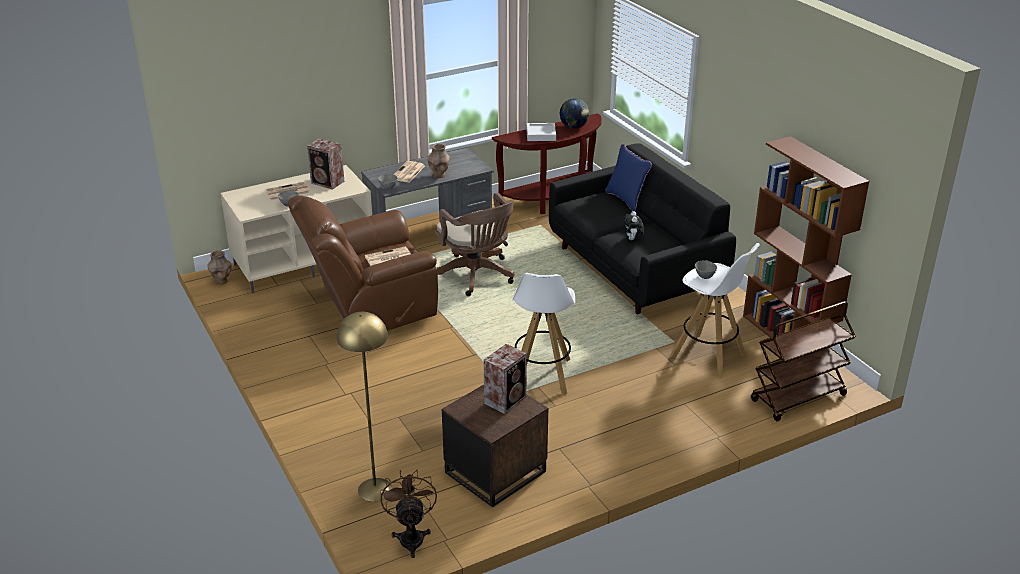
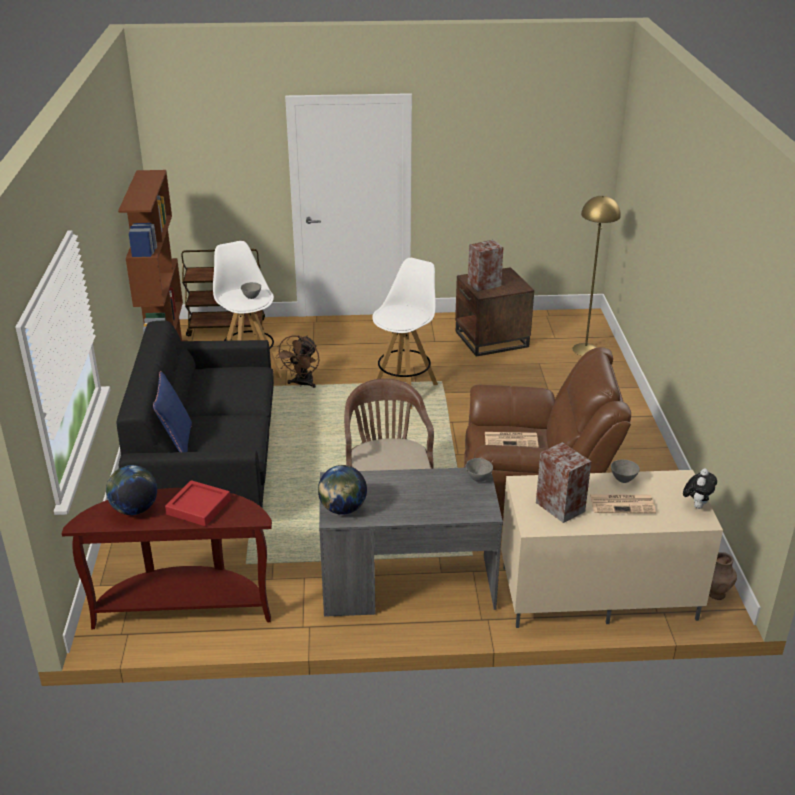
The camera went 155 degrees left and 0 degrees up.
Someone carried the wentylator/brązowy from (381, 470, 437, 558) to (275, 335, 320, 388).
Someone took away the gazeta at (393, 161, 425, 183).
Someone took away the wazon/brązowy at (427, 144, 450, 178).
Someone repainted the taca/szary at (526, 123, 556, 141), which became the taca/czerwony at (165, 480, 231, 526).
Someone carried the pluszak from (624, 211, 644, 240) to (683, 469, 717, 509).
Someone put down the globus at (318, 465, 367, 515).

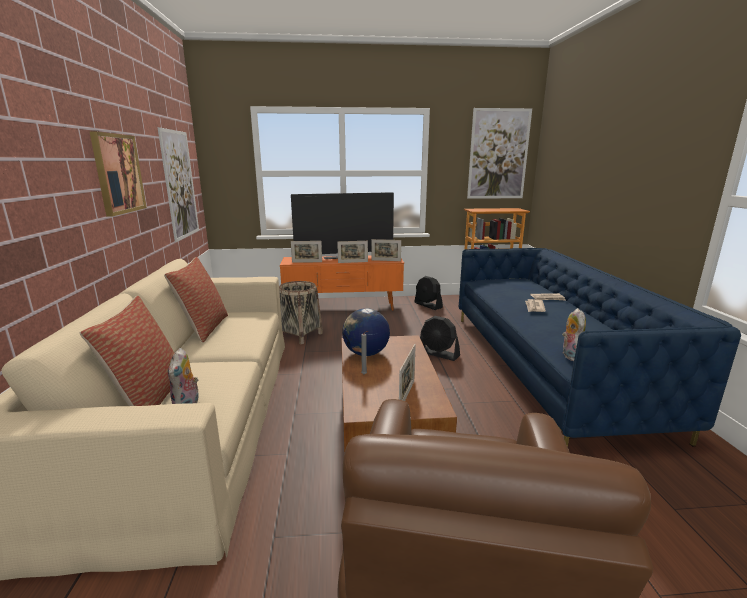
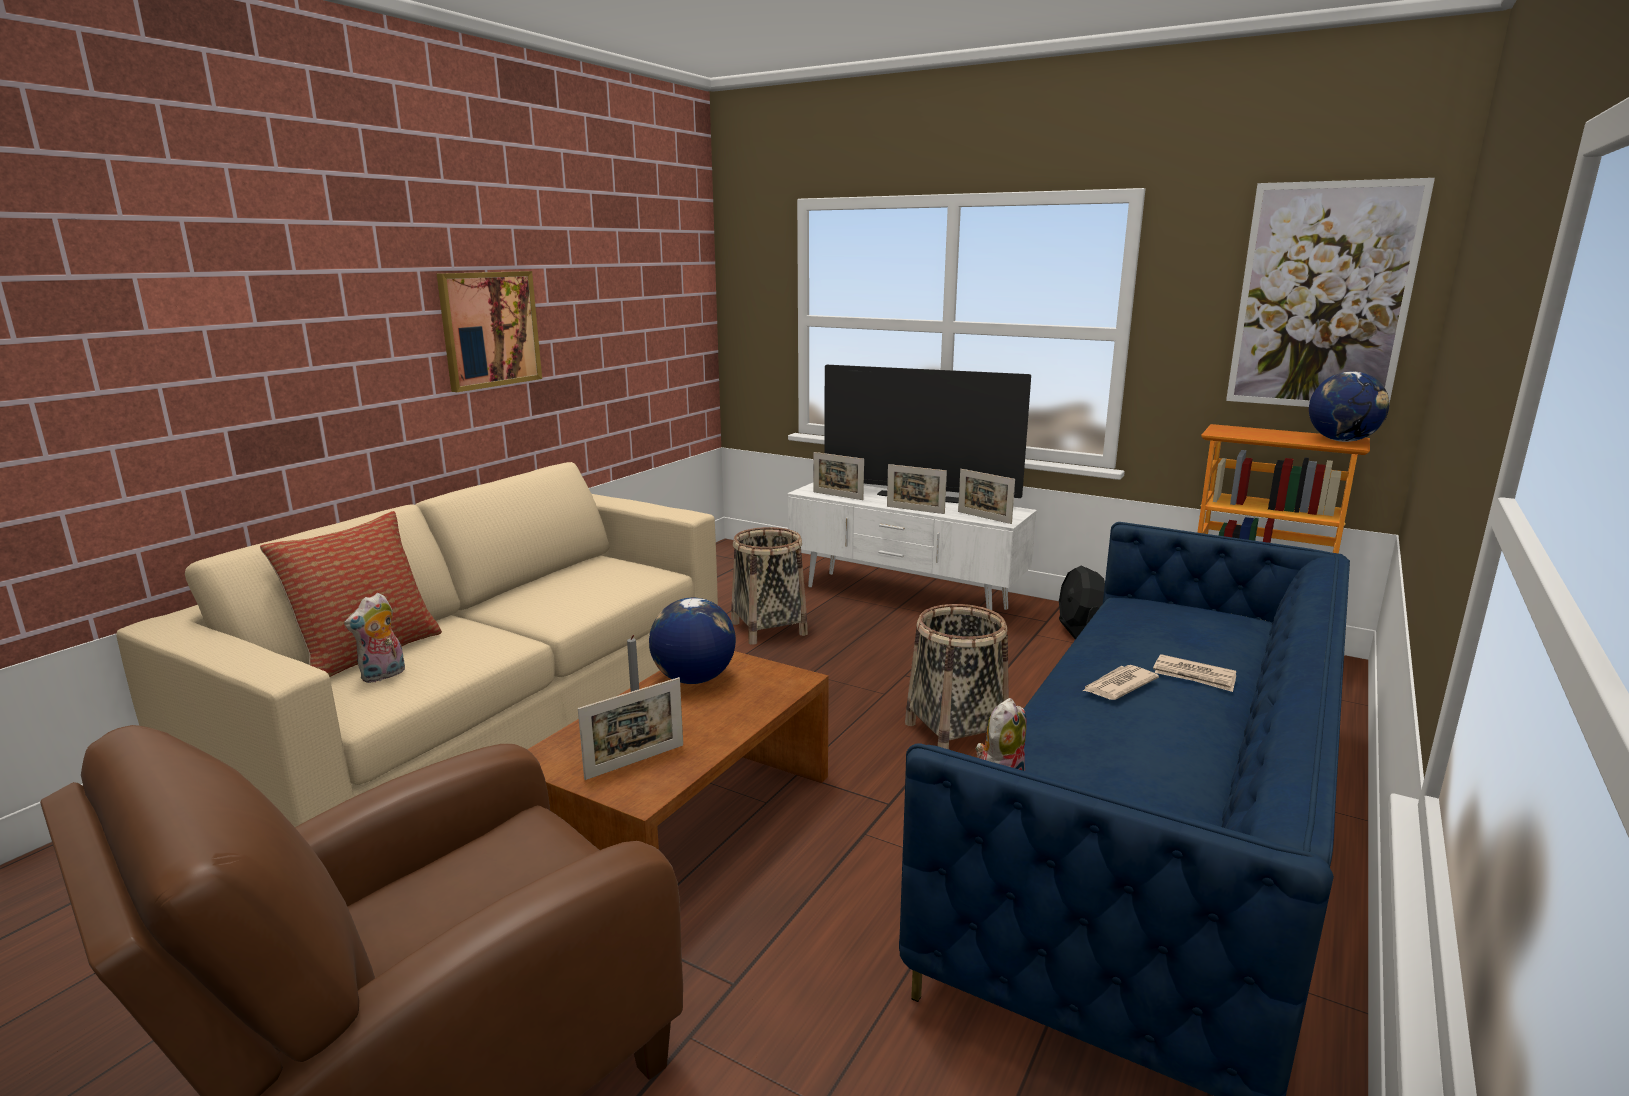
The camera went 35 degrees right and 0 degrees up.
Someone took away the obraz at (157, 127, 199, 242).
Someone took away the poduszka at (164, 257, 228, 343).
Someone repainted the szafka pod telewizor/pomarańczowy at (280, 256, 404, 311), which became the szafka pod telewizor/biały at (787, 482, 1037, 610).
Someone swapped the wentylator/czarny at (420, 316, 460, 361) for the koszyk at (905, 604, 1009, 749).
Someone put down the globus at (1309, 372, 1389, 442).

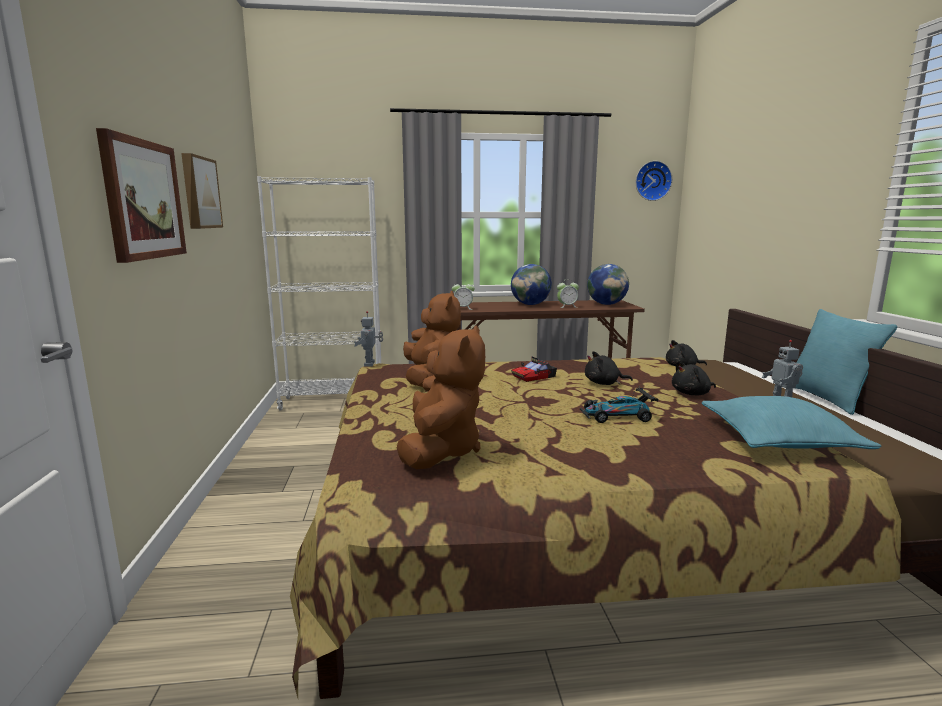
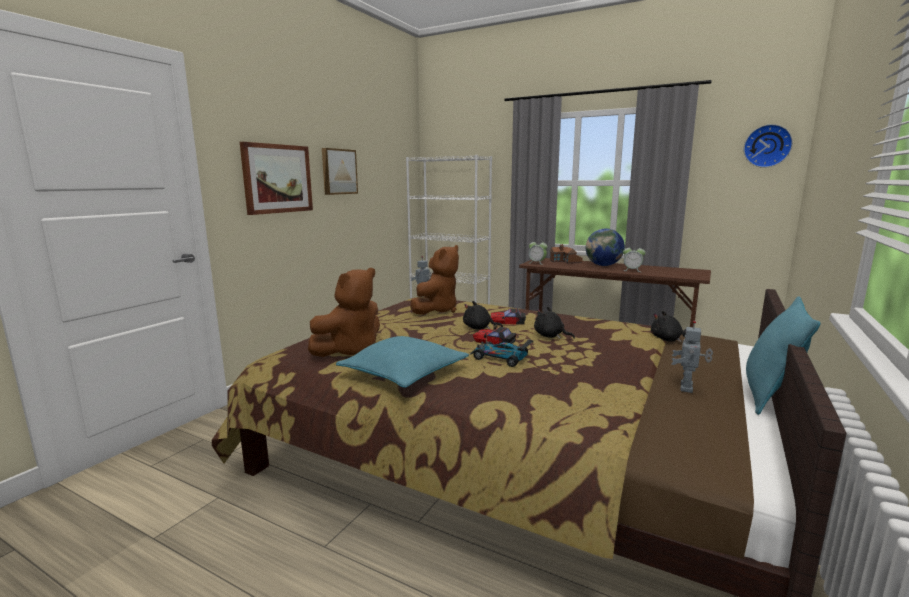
The camera went 35 degrees right and 0 degrees up.
Someone took away the globus at (587, 264, 629, 305).
Someone carried the pluszak/czarny from (672, 361, 716, 395) to (463, 301, 503, 330).
Someone carried the poduszka/turkusowy from (702, 396, 882, 449) to (336, 336, 469, 388).
Someone put down the samochodzik at (473, 322, 517, 345).
Someone put down the domek at (550, 244, 582, 263).

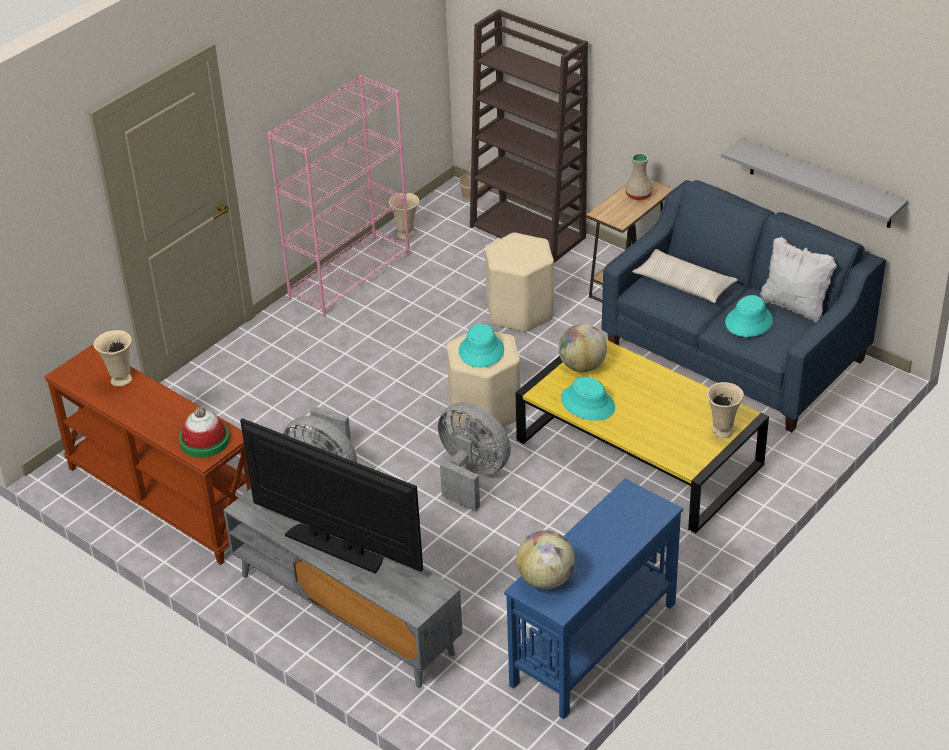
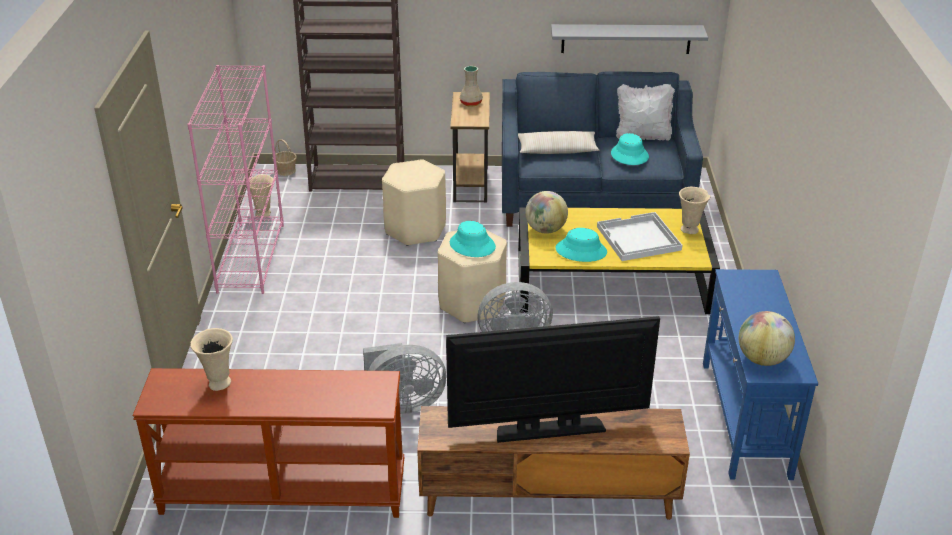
The camera went 40 degrees left and 5 degrees down.
Someone took away the kapelusz at (179, 407, 230, 458).
Someone repainted the szafka pod telewizor/szary at (223, 489, 463, 688), which became the szafka pod telewizor/brązowy at (417, 406, 690, 520).
Someone put down the taca/biały at (597, 212, 682, 261).

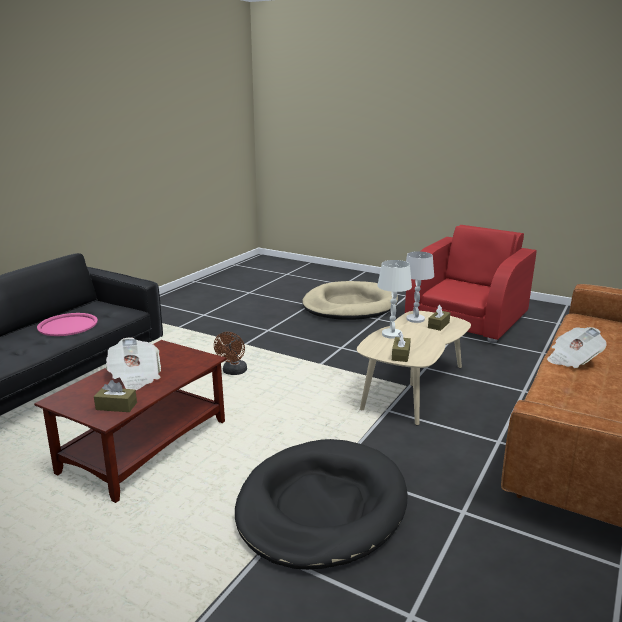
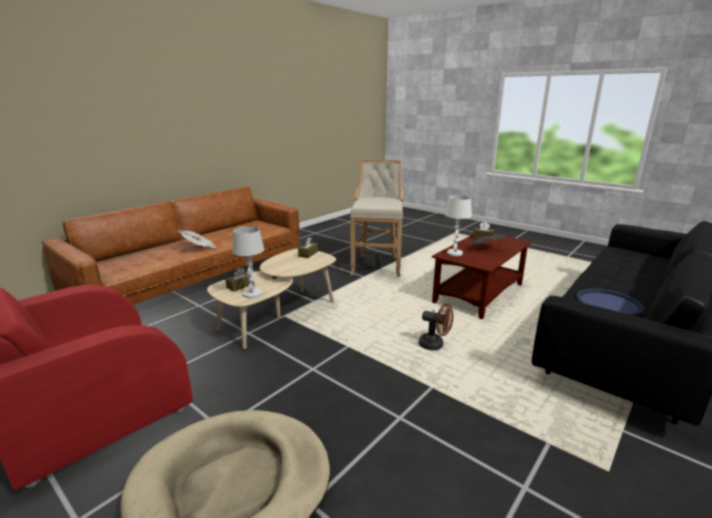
The camera went 170 degrees left and 0 degrees up.
Someone repainted the taca/różowy at (37, 313, 98, 336), which became the taca/niebieski at (577, 288, 644, 316).
Someone rotated the wentylator/brązowy at (214, 332, 247, 375) by 90 degrees clockwise.
Someone swapped the legowisko/czarny at (235, 439, 407, 570) for the stołek/beżowy at (350, 160, 403, 277).
Someone carried the lampa stołowa/biały from (377, 260, 412, 339) to (445, 195, 472, 256).

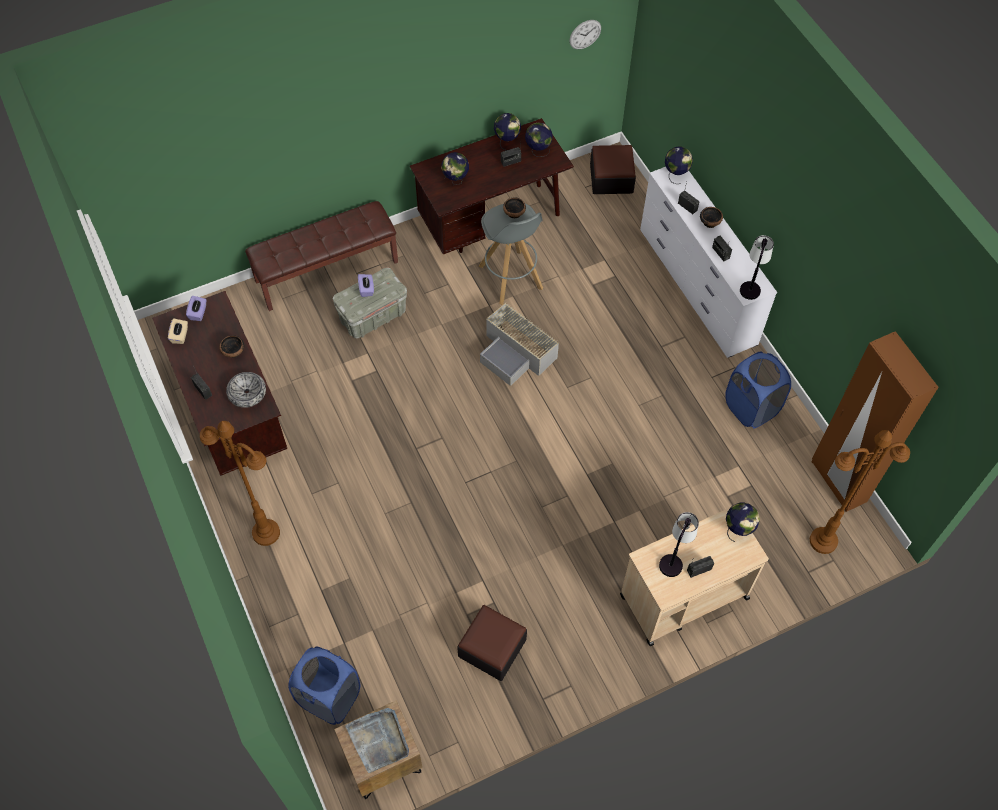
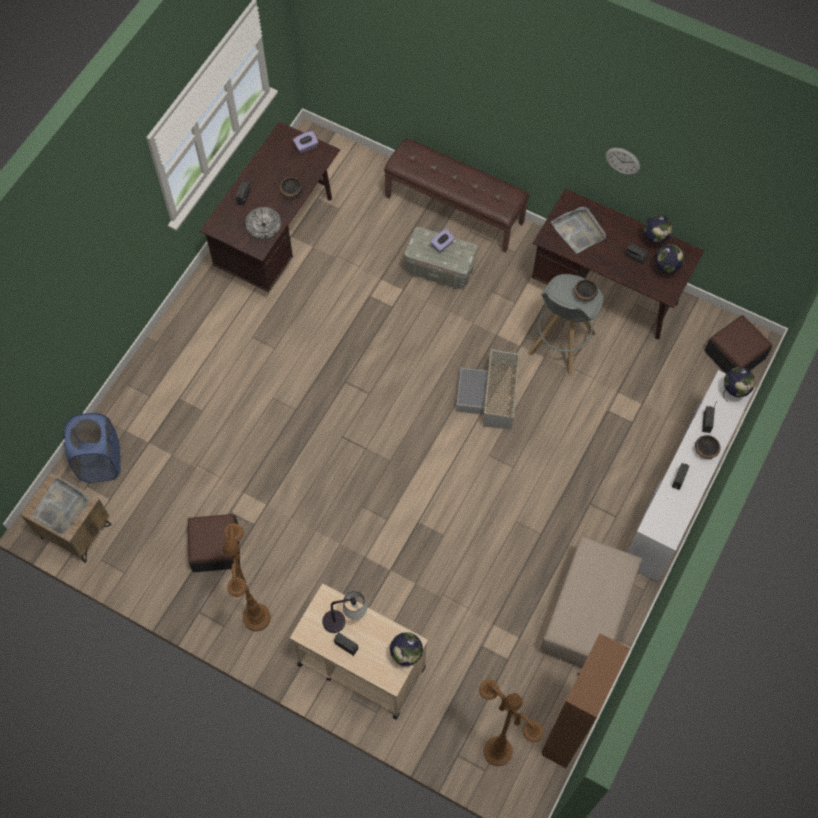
The camera went 55 degrees right and 5 degrees up.
Someone took away the pudełko chusteczek/beżowy at (168, 318, 188, 344).
Someone carried the lampa stojąca/brązowy from (200, 421, 280, 546) to (223, 523, 271, 631).
Someone swapped the globus at (441, 152, 469, 185) for the taca/szary at (551, 207, 606, 253).
Someone carried the zegar ścienny from (569, 20, 601, 49) to (606, 148, 640, 175).
Someone swapped the kosz na pranie/niebieski at (725, 351, 791, 428) for the pufa/beżowy at (541, 536, 642, 666).
Someone took away the lampa stołowa at (740, 235, 774, 300).

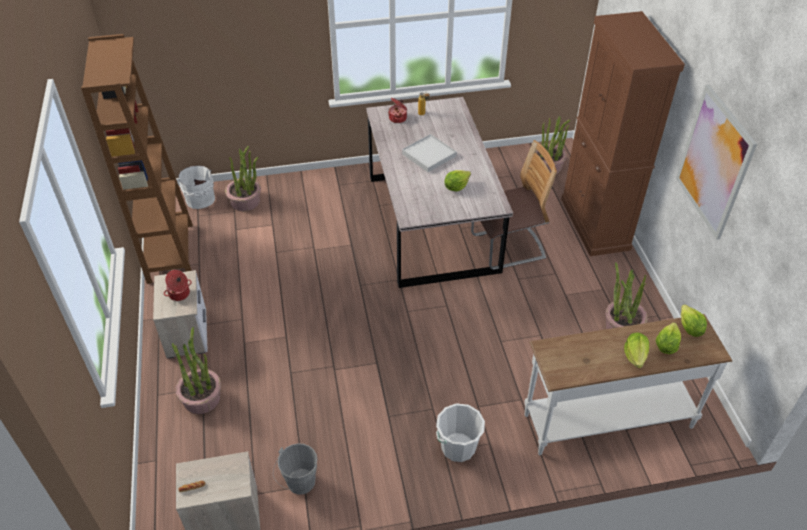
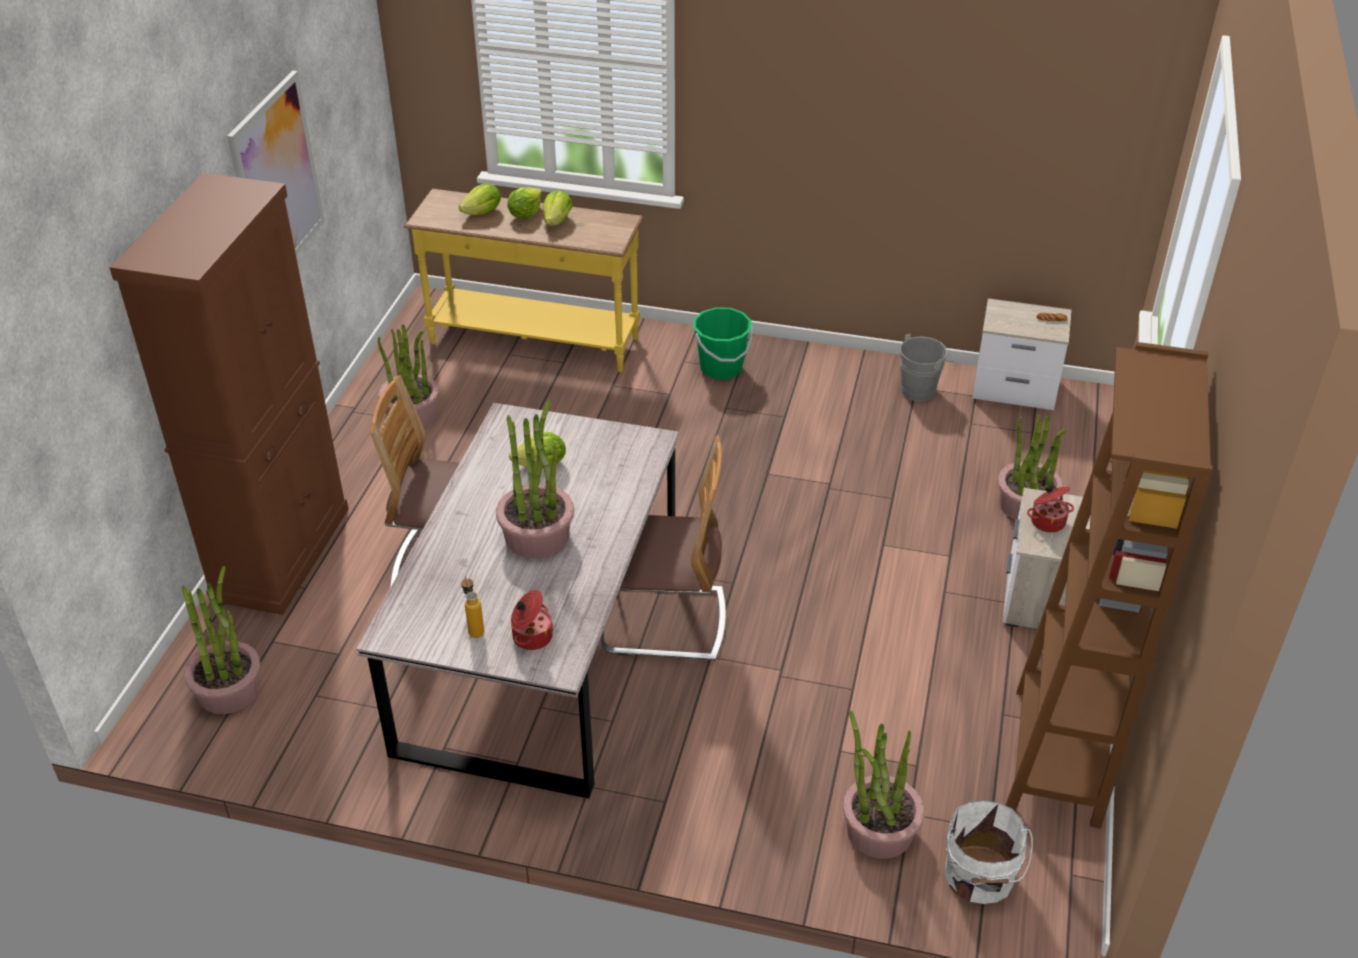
The camera went 155 degrees left and 5 degrees down.
Someone swapped the taca/biały at (402, 134, 457, 172) for the roślina doniczkowa at (496, 400, 574, 558).
Someone repainted the wiadro/biały at (436, 403, 485, 462), which became the wiadro/zielony at (693, 307, 753, 379).
Someone repainted the stolik konsolowy/biały at (524, 314, 732, 455), which became the stolik konsolowy/żółty at (404, 189, 644, 372).
Someone carried the sałata from (681, 304, 707, 337) to (543, 190, 573, 226).
Someone put down the krzesło at (601, 435, 726, 661).

